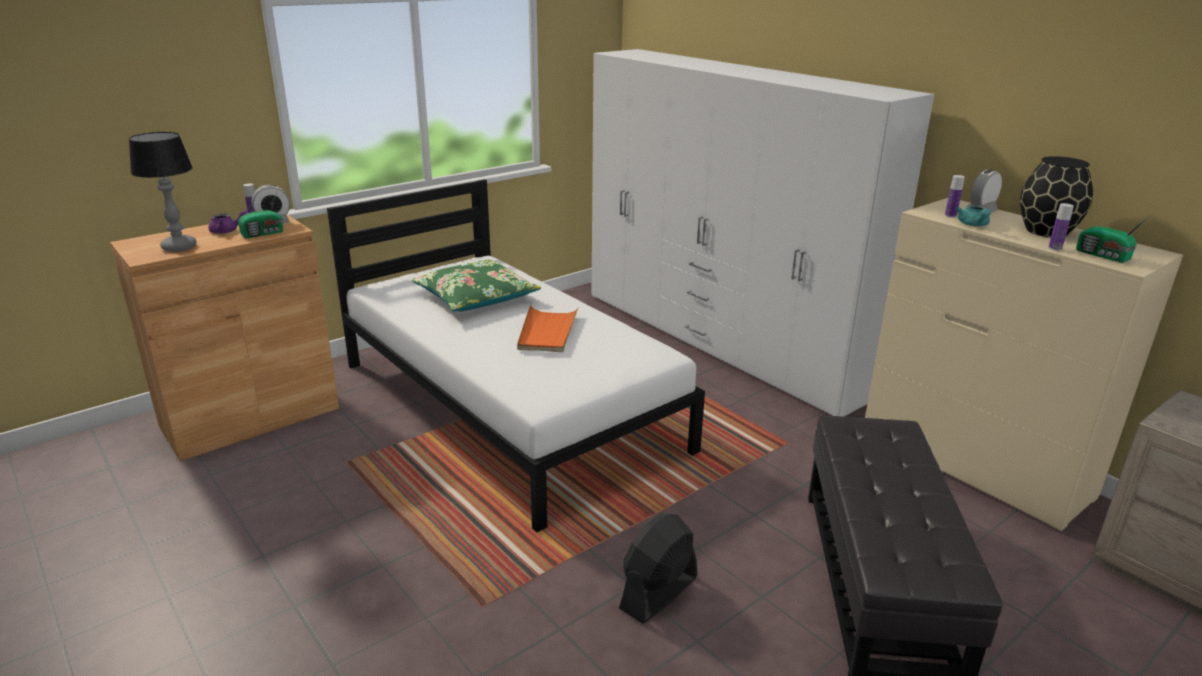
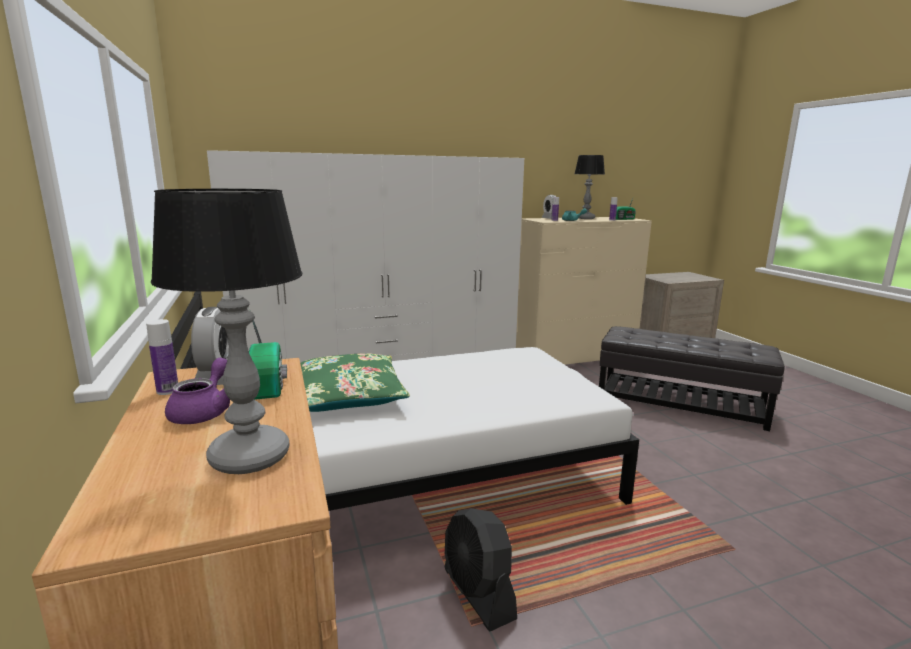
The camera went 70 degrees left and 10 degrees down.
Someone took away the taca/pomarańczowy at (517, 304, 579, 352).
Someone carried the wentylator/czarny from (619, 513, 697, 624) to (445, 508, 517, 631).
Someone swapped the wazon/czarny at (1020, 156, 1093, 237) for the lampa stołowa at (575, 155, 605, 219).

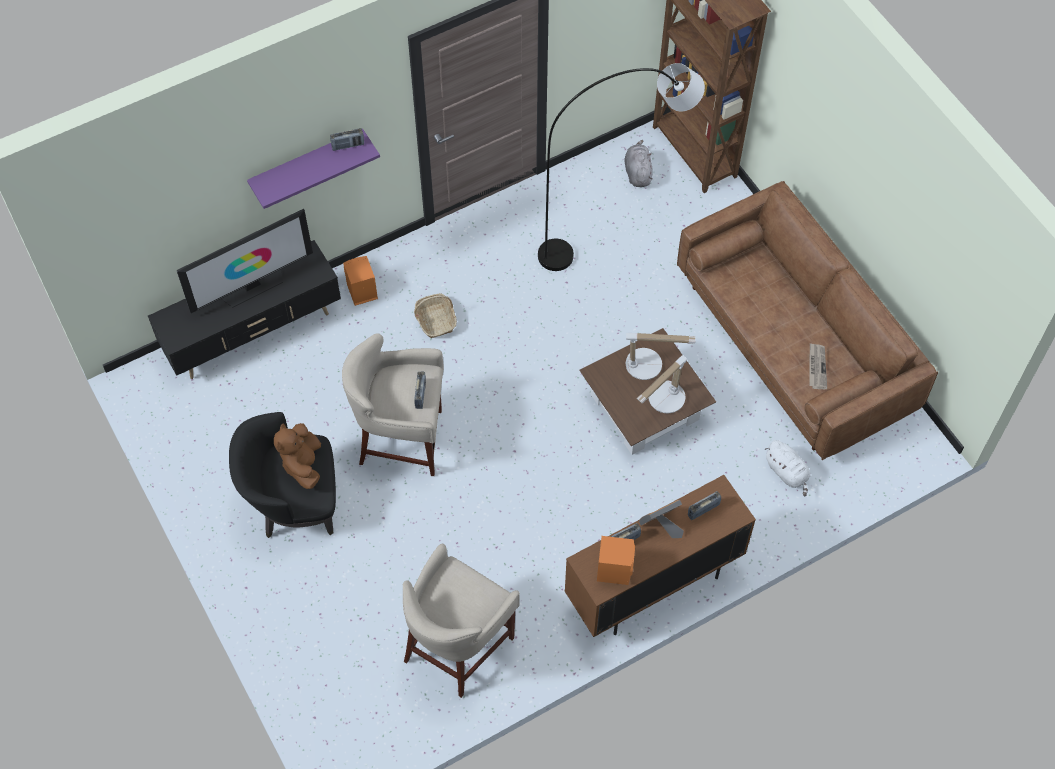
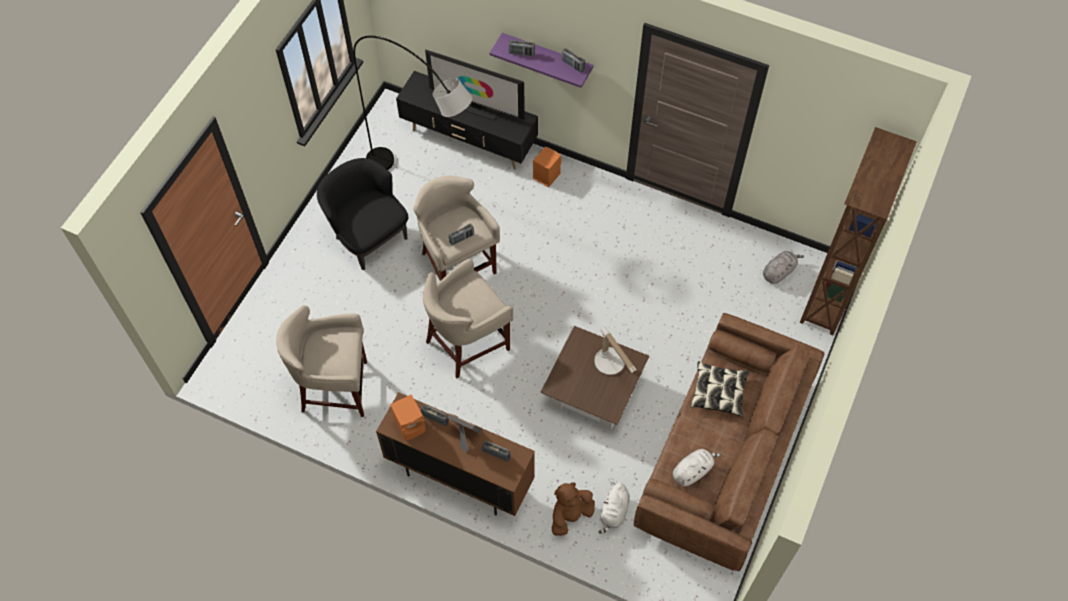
The camera went 55 degrees right and 0 degrees up.
Someone carried the pluszak/brązowy from (274, 423, 321, 489) to (552, 482, 595, 536).
Someone took away the koszyk at (414, 293, 457, 338).
Someone carried the lampa stojąca/szary from (538, 63, 705, 271) to (353, 35, 472, 170).
Someone took away the lampa stołowa at (637, 355, 687, 413).
Someone swapped the gazeta at (809, 343, 827, 389) for the pluszak/biały at (673, 449, 723, 486).
Someone put down the stołek/beżowy at (423, 259, 513, 378).
Someone put down the radio at (509, 40, 535, 56).
Someone put down the poduszka at (691, 361, 749, 417).

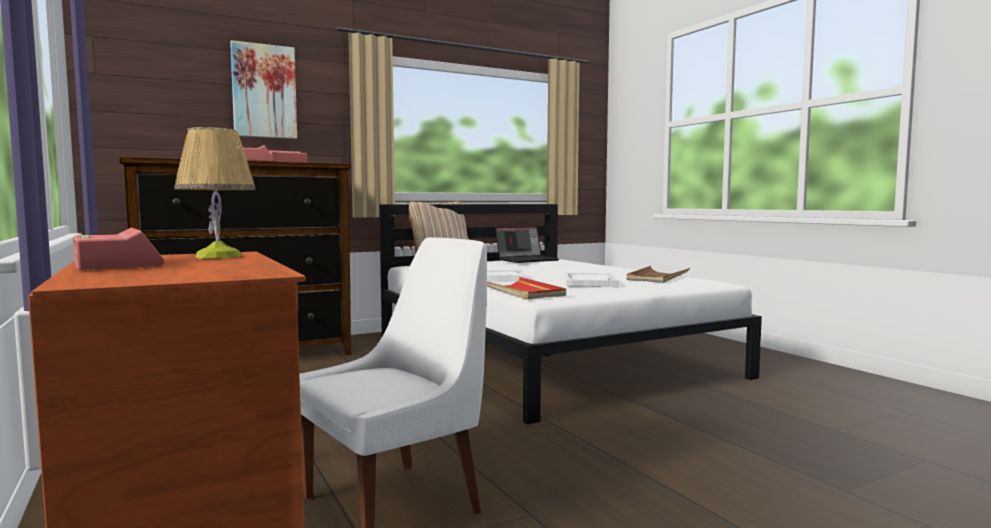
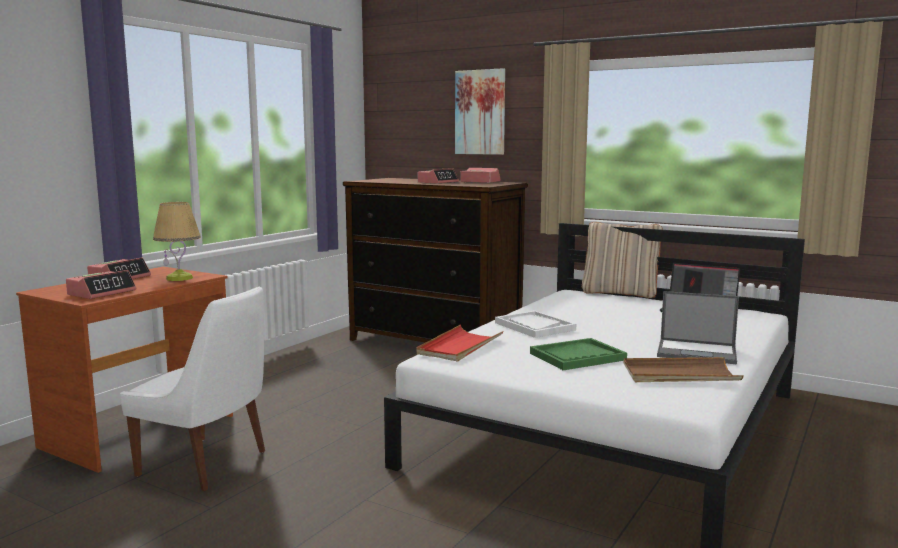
The camera went 60 degrees right and 5 degrees up.
Someone repainted the taca/biały at (565, 273, 619, 287), which became the taca/zielony at (530, 338, 627, 370).
Someone put down the budzik at (66, 270, 136, 299).
Someone put down the laptop at (657, 291, 739, 364).

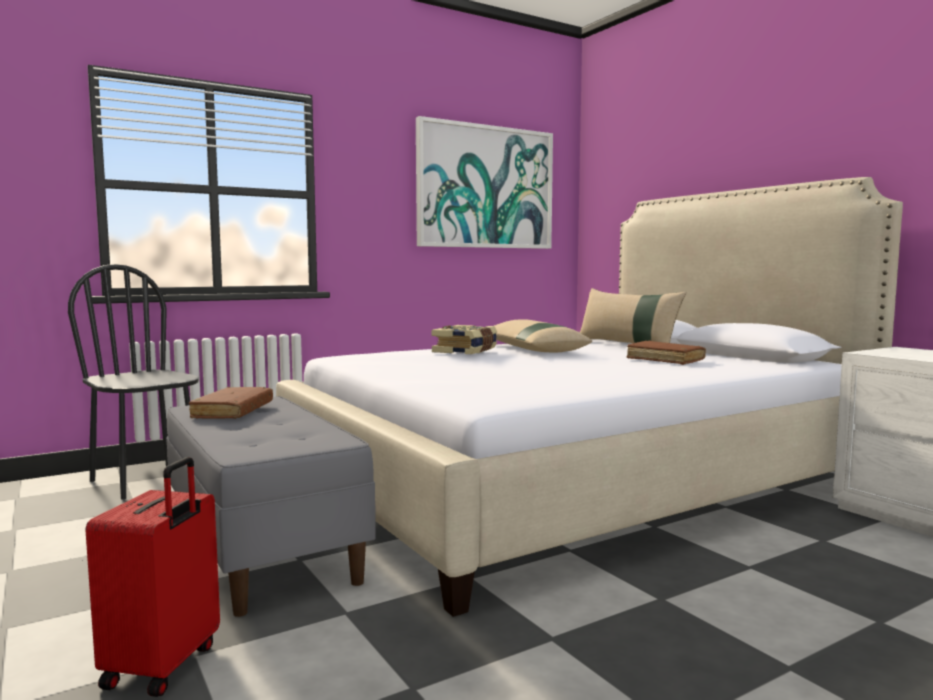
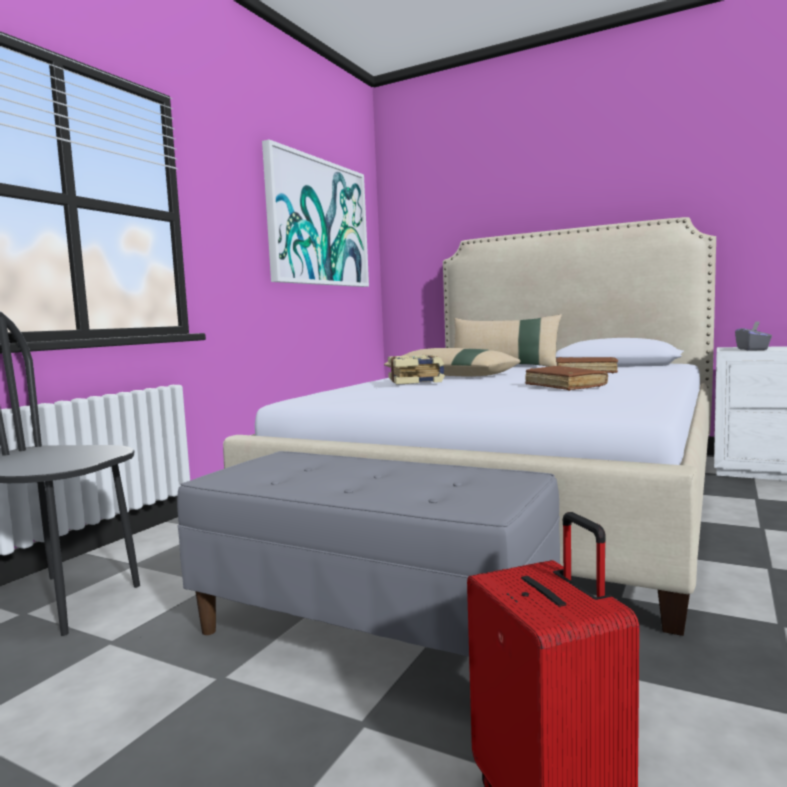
The camera went 30 degrees left and 0 degrees up.
Someone carried the książka/brązowy from (189, 387, 273, 419) to (525, 365, 608, 391).
Someone put down the pudełko chusteczek/szary at (735, 321, 772, 350).

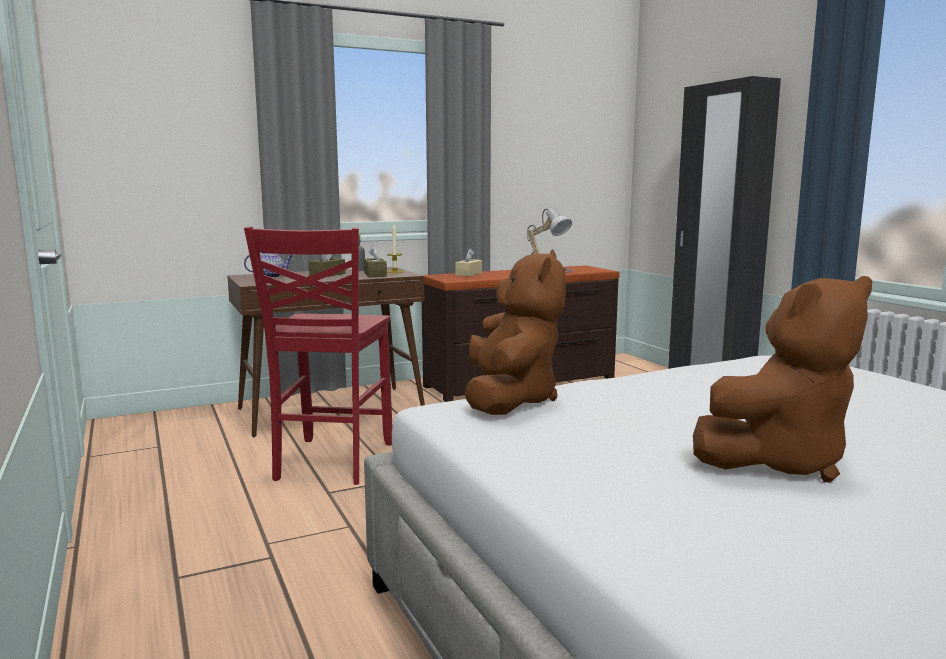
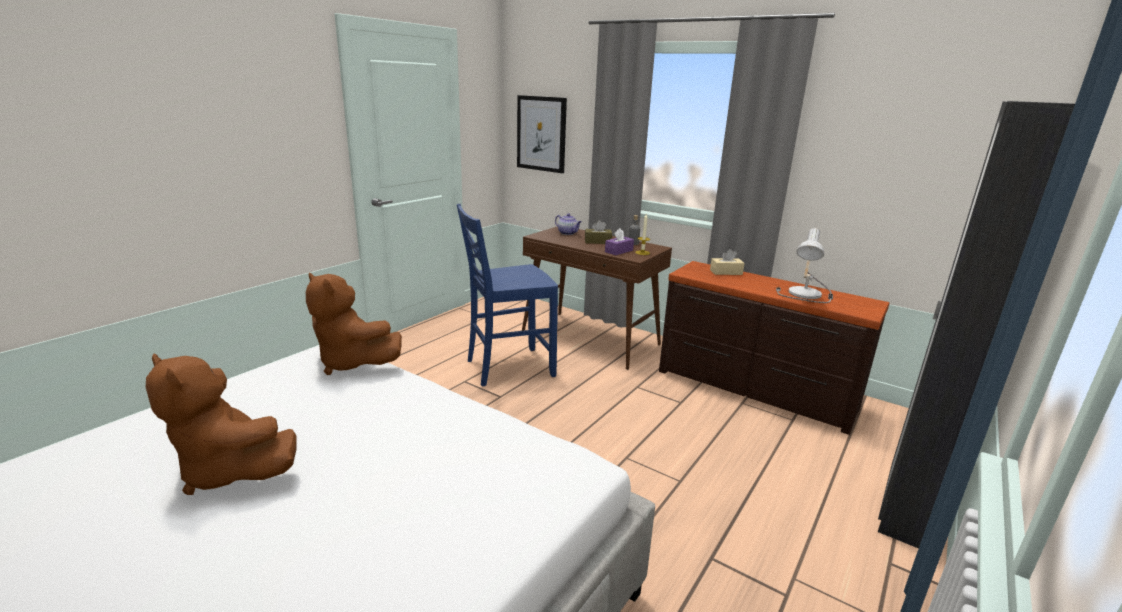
The camera went 60 degrees right and 10 degrees up.
Someone repainted the krzesło/czerwony at (244, 227, 392, 485), which became the krzesło/niebieski at (457, 204, 558, 386).
Someone repainted the pudełko chusteczek/brązowy at (364, 246, 387, 277), which became the pudełko chusteczek/fioletowy at (605, 228, 634, 255).
Someone rotated the pluszak/brązowy at (464, 249, 566, 415) by 60 degrees clockwise.
Someone put up the obraz at (517, 95, 567, 173).

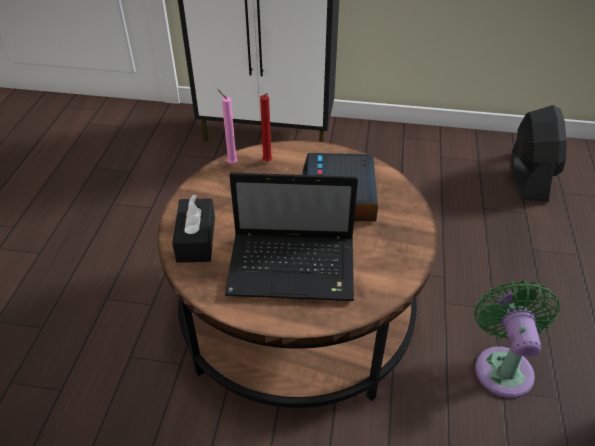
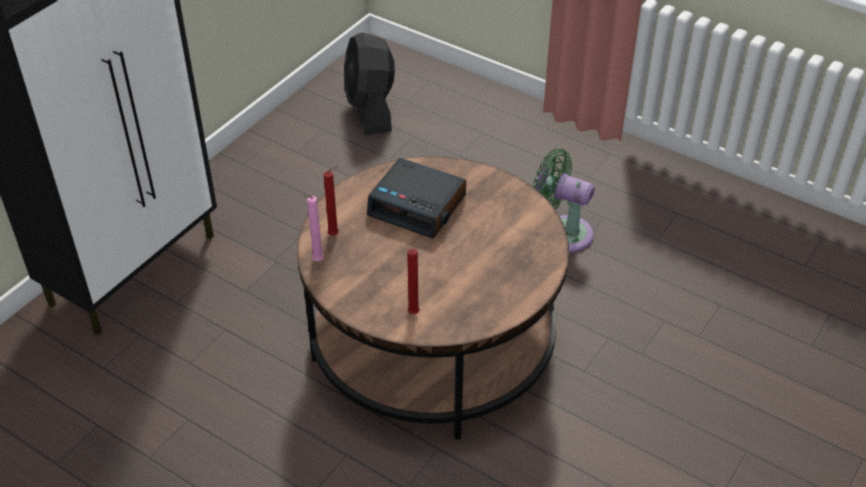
The camera went 65 degrees left and 0 degrees up.
Someone swapped the pudełko chusteczek/czarny at (172, 195, 215, 263) for the świeca/czerwony at (407, 248, 420, 314).
Someone took away the laptop at (225, 173, 358, 301).
Someone rotated the wentylator/czarny at (512, 105, 567, 202) by 135 degrees counterclockwise.

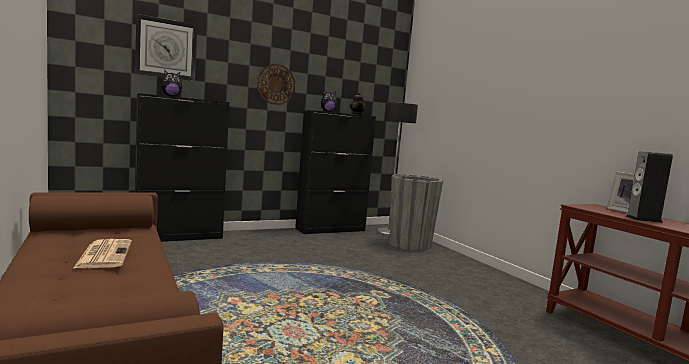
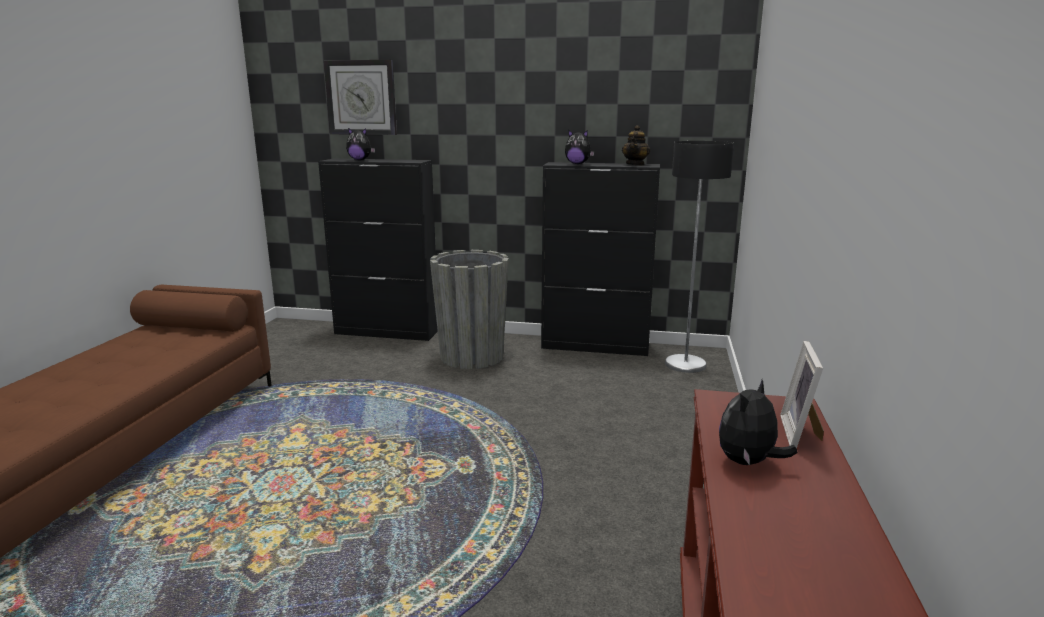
The camera went 40 degrees right and 10 degrees up.
Someone took away the gazeta at (74, 239, 132, 268).
Someone took away the zegar ścienny at (257, 64, 296, 105).
Someone carried the donica/szary from (389, 174, 443, 251) to (430, 250, 509, 369).
Someone swapped the głośnik at (625, 151, 673, 223) for the pluszak at (719, 380, 798, 465).

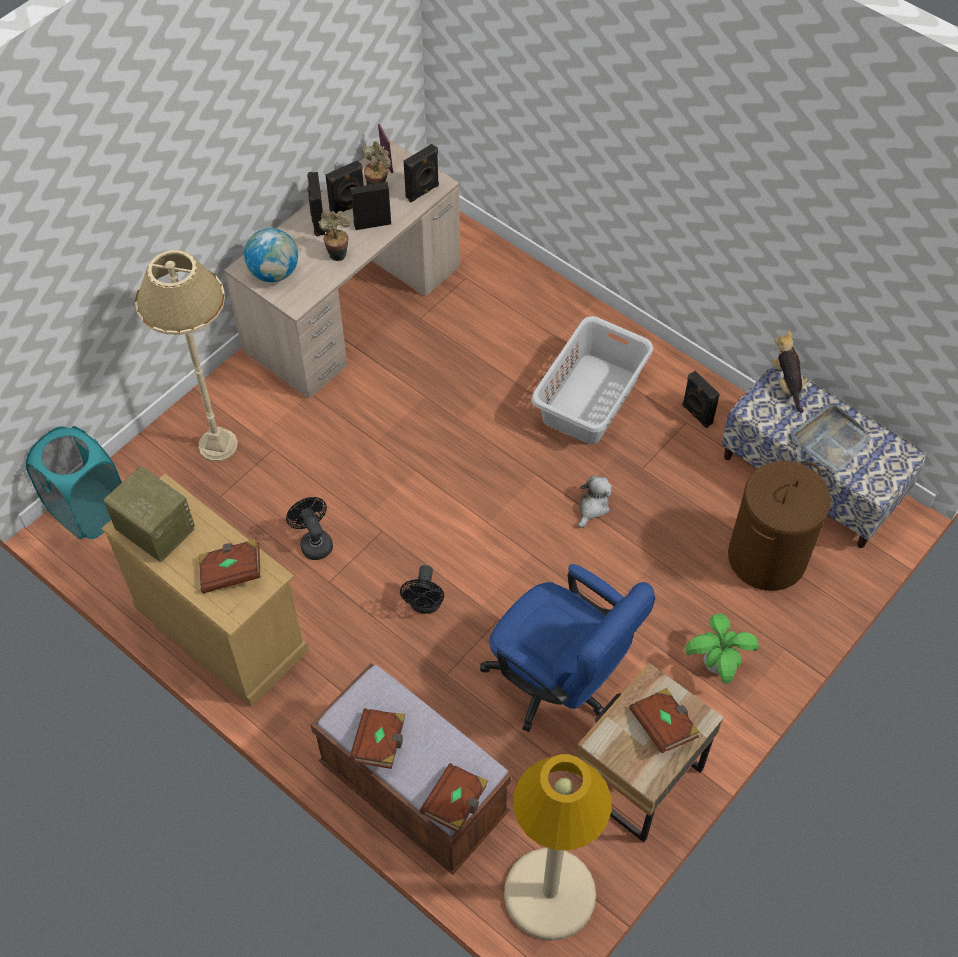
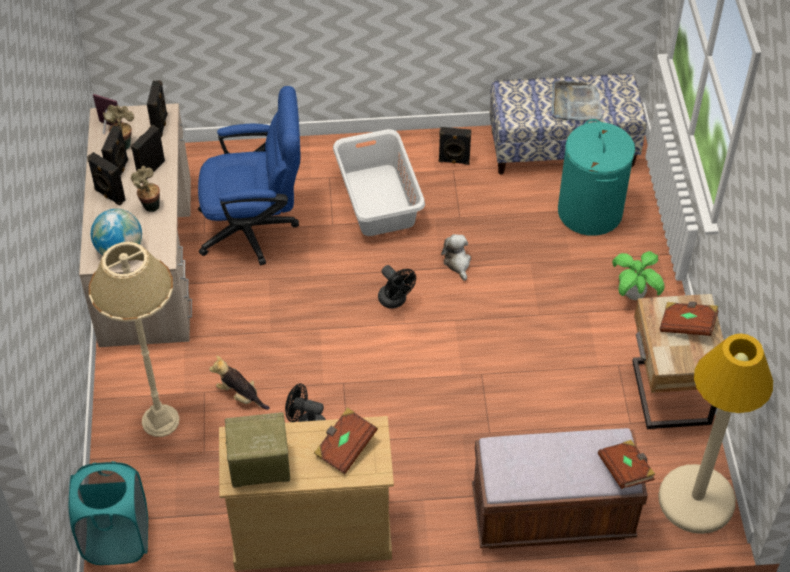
The camera went 45 degrees left and 5 degrees down.
Someone took away the książka/brązowy at (349, 708, 405, 769).
Someone carried the wentylator/czarny from (400, 565, 444, 614) to (378, 265, 416, 309).
Someone carried the krzesło biurowe/niebieski from (480, 564, 655, 732) to (198, 86, 301, 266).
Someone repainted the kosz na pranie/brązowy at (728, 461, 831, 591), which became the kosz na pranie/turkusowy at (558, 119, 635, 236).
Someone carried the pluszak from (772, 330, 808, 413) to (209, 356, 270, 410).

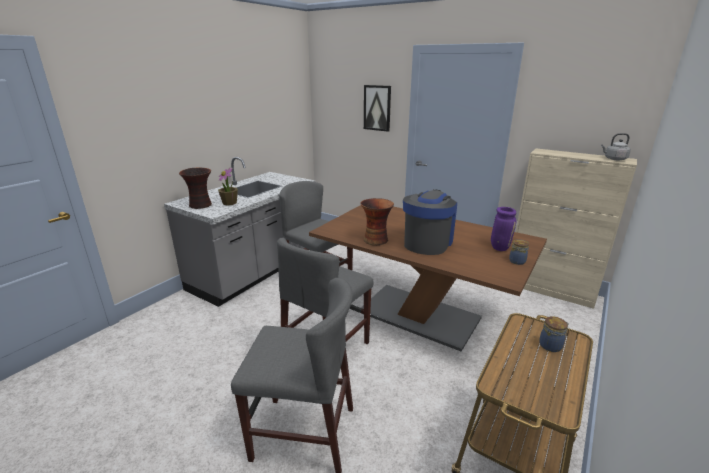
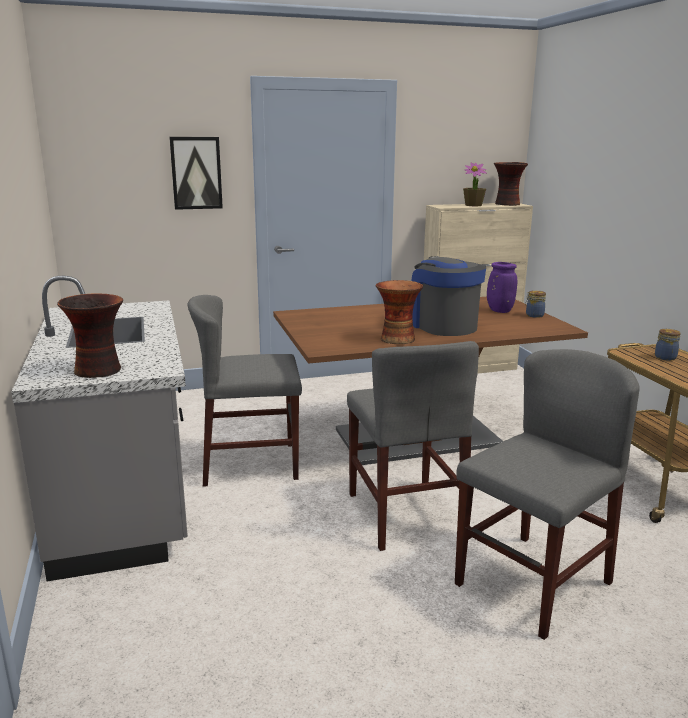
The camera went 50 degrees left and 5 degrees down.
Someone carried the roślina doniczkowa from (218, 167, 238, 206) to (463, 162, 487, 207).
Someone swapped the czajnik/szary at (601, 133, 631, 160) for the wazon at (494, 162, 528, 206).

